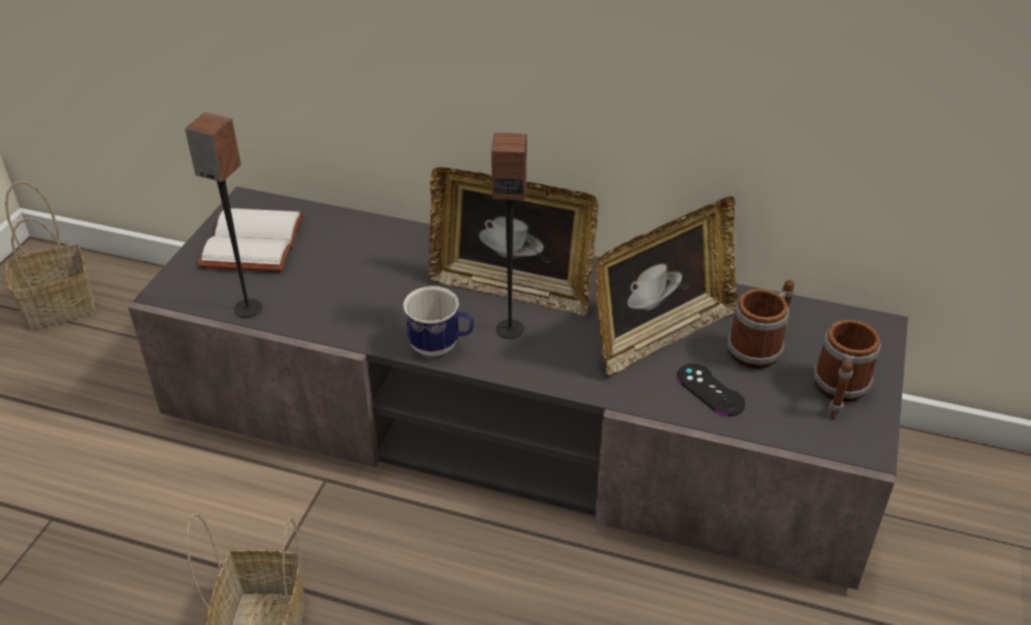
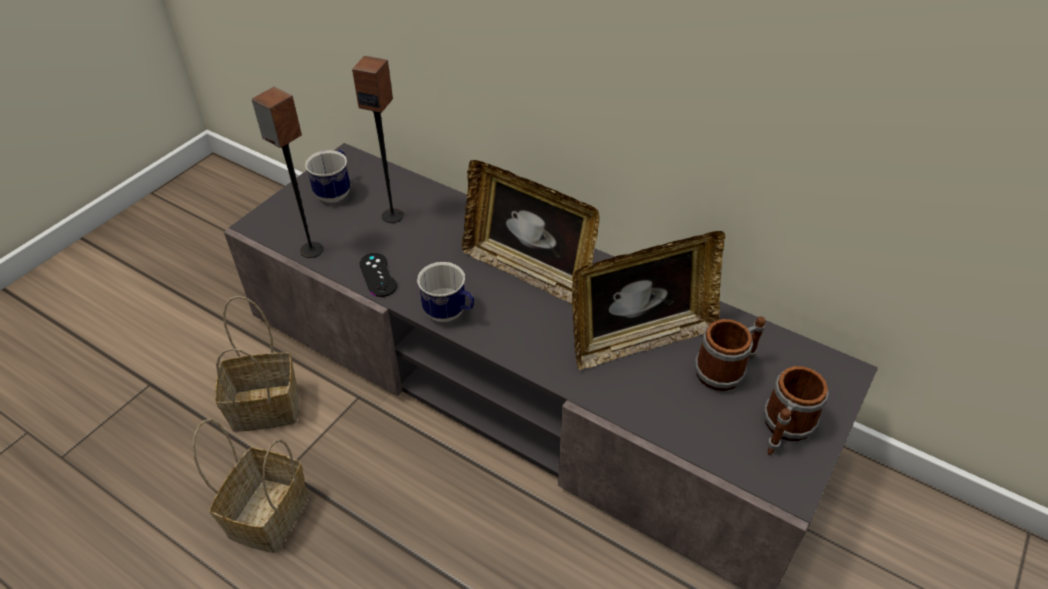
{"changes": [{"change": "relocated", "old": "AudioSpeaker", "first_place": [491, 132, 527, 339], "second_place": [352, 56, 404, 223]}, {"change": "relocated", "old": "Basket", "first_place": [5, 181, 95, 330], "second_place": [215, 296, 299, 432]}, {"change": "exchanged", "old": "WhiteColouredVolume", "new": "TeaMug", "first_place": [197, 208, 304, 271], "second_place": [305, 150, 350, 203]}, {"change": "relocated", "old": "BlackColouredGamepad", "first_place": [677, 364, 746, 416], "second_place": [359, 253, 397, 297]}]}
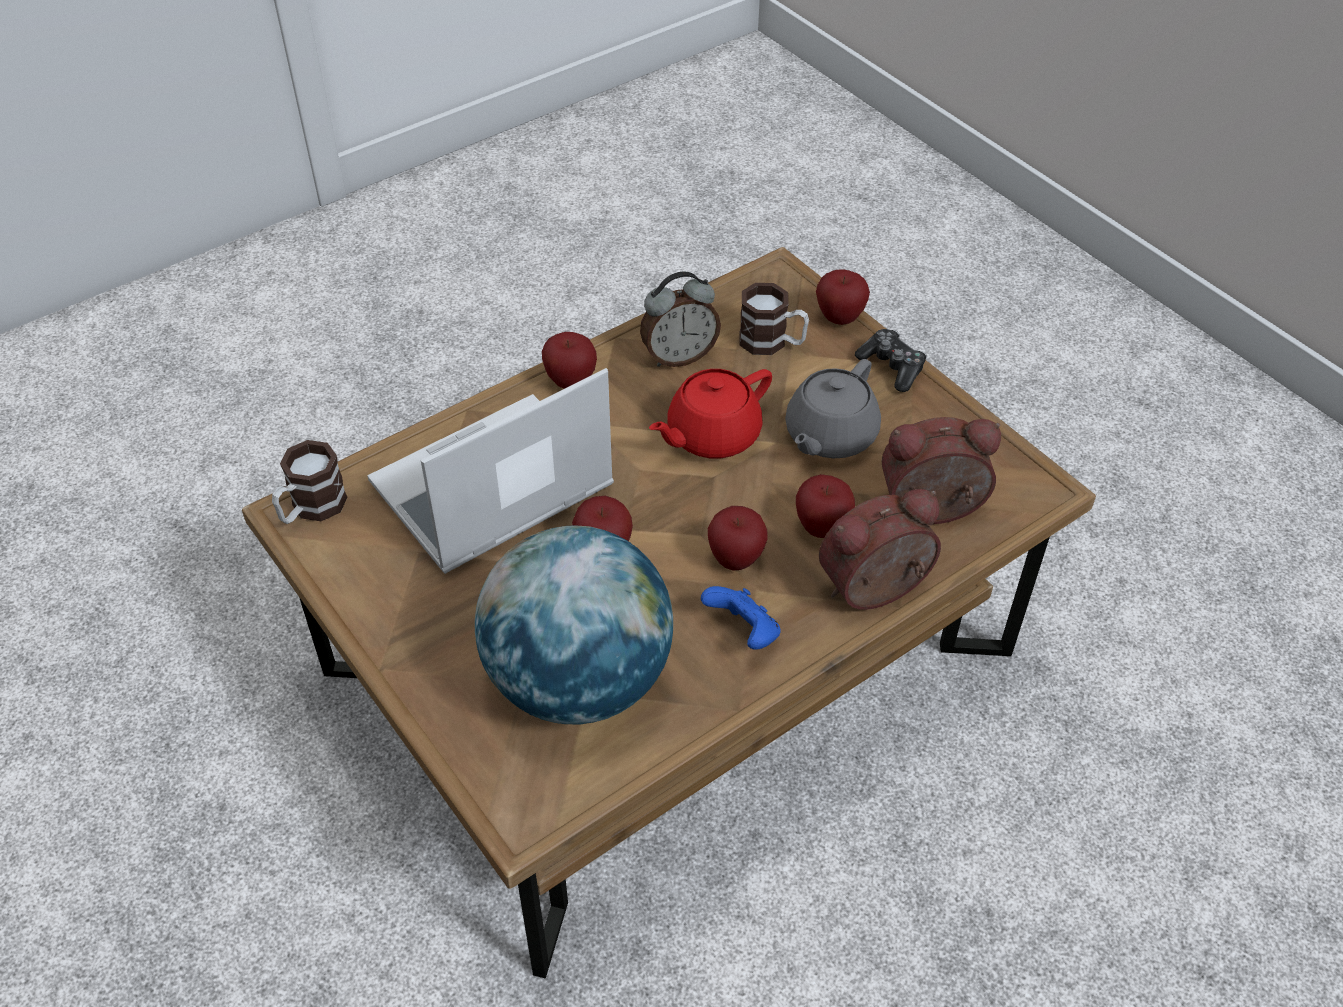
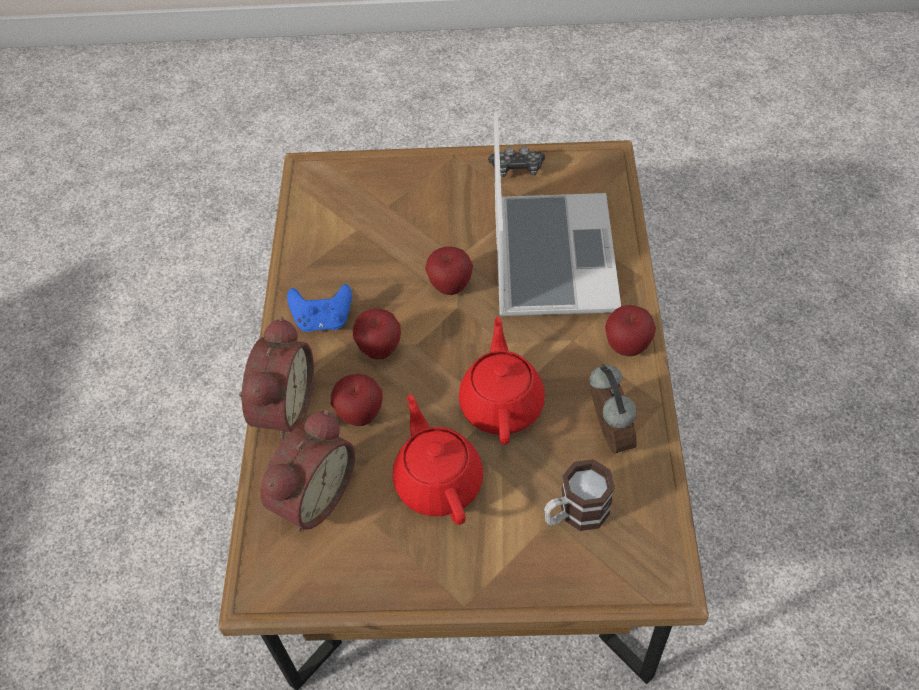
{"changes": [{"change": "missing", "old": "WholeApple", "first_place": [816, 269, 870, 325]}, {"change": "spun", "old": "TableClock", "first_place": [640, 272, 721, 367], "second_place": [589, 364, 637, 454], "degrees": 150}, {"change": "relocated", "old": "Gamepad", "first_place": [855, 329, 927, 392], "second_place": [488, 146, 545, 177]}, {"change": "colour", "old": "GreyishTeapot", "new": "RedColouredTeapot", "first_place": [785, 359, 881, 458], "second_place": [393, 394, 483, 525]}, {"change": "missing", "old": "TeaMug", "first_place": [272, 440, 347, 524]}, {"change": "missing", "old": "DeskGlobe", "first_place": [475, 525, 673, 724]}]}
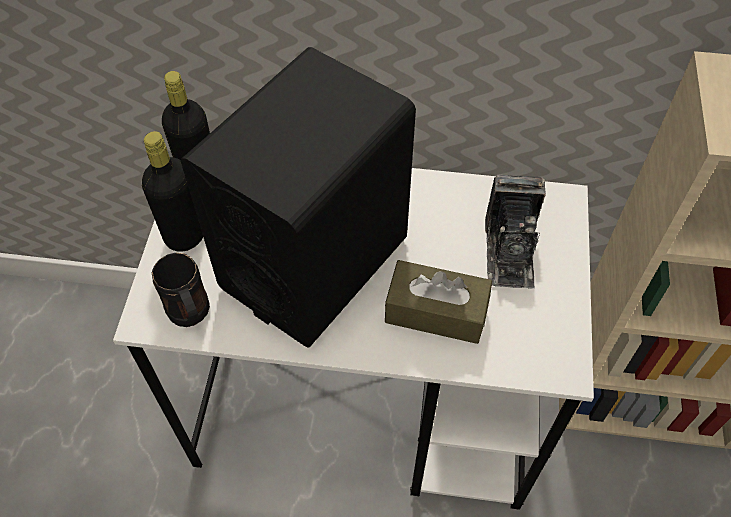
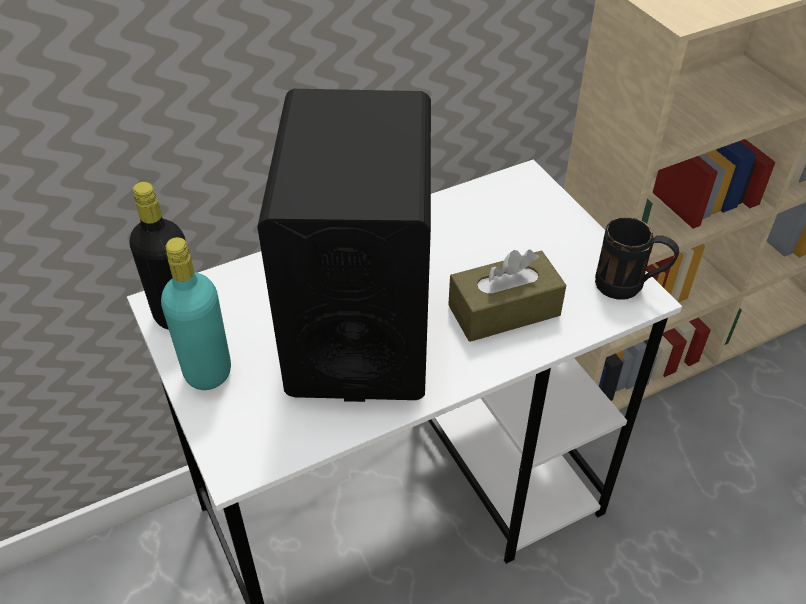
{"changes": [{"change": "colour", "old": "BlackColouredDrinkBottle", "new": "TurquoiseColouredDrinkBottle", "first_place": [142, 131, 203, 252], "second_place": [161, 237, 231, 390]}, {"change": "missing", "old": "PhotoCamera", "first_place": [485, 175, 546, 289]}, {"change": "relocated", "old": "BlackColouredTeaMug", "first_place": [151, 253, 210, 327], "second_place": [595, 217, 679, 300]}]}
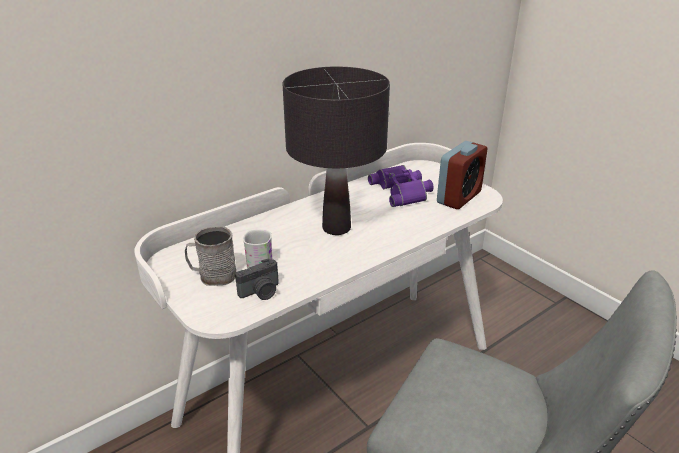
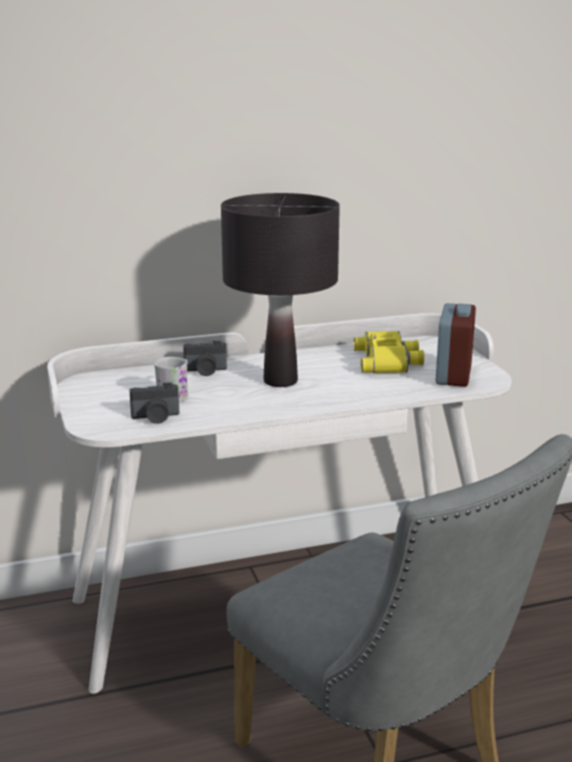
{"changes": [{"change": "spun", "old": "TableClock", "first_place": [437, 141, 488, 209], "second_place": [436, 303, 476, 387], "degrees": -45}, {"change": "colour", "old": "PurpleColouredFieldGlasses", "new": "YellowishFieldGlasses", "first_place": [368, 165, 434, 207], "second_place": [354, 331, 424, 373]}, {"change": "missing", "old": "GreyishTeaMug", "first_place": [185, 226, 236, 286]}, {"change": "appeared", "new": "PhotoCamera", "second_place": [183, 341, 227, 376]}]}
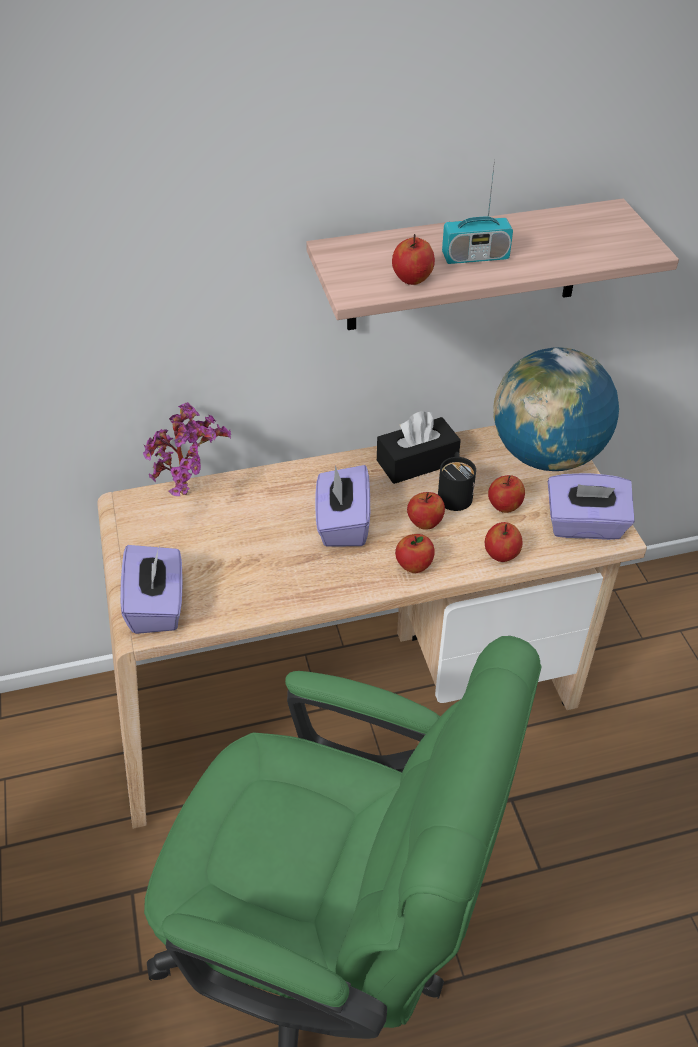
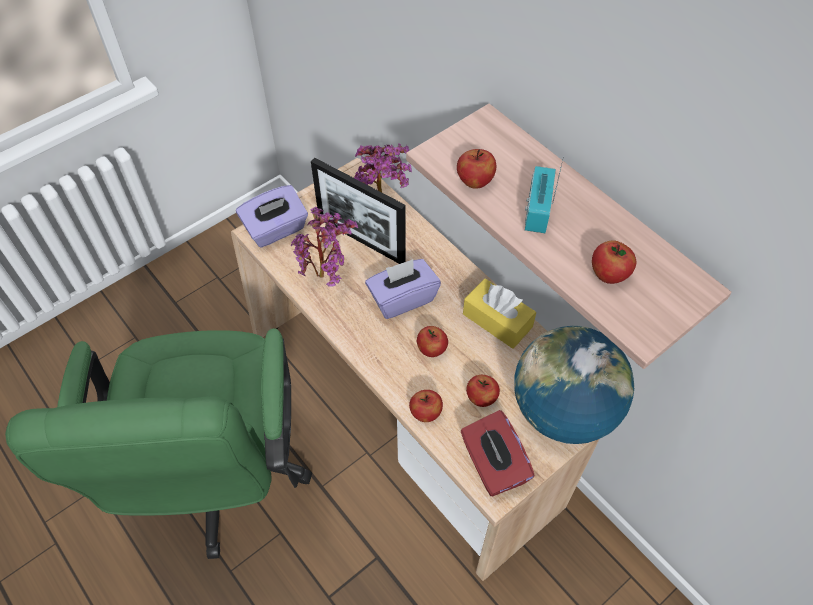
{"changes": [{"change": "spun", "old": "Radio", "first_place": [442, 158, 513, 264], "second_place": [525, 160, 563, 233], "degrees": 45}, {"change": "colour", "old": "BlackColouredBoxOfTissues", "new": "YellowishBoxOfTissues", "first_place": [377, 411, 461, 484], "second_place": [463, 278, 536, 349]}, {"change": "missing", "old": "BlackColouredTeaMug", "first_place": [438, 452, 476, 511]}, {"change": "colour", "old": "PurpleColouredBoxOfTissues", "new": "RedColouredBoxOfTissues", "first_place": [548, 473, 635, 540], "second_place": [461, 410, 535, 496]}, {"change": "relocated", "old": "WholeApple", "first_place": [395, 534, 435, 573], "second_place": [592, 240, 636, 284]}, {"change": "appeared", "new": "PhotoFrame", "second_place": [311, 158, 406, 264]}, {"change": "appeared", "new": "PottedPlant", "second_place": [291, 207, 358, 287]}]}
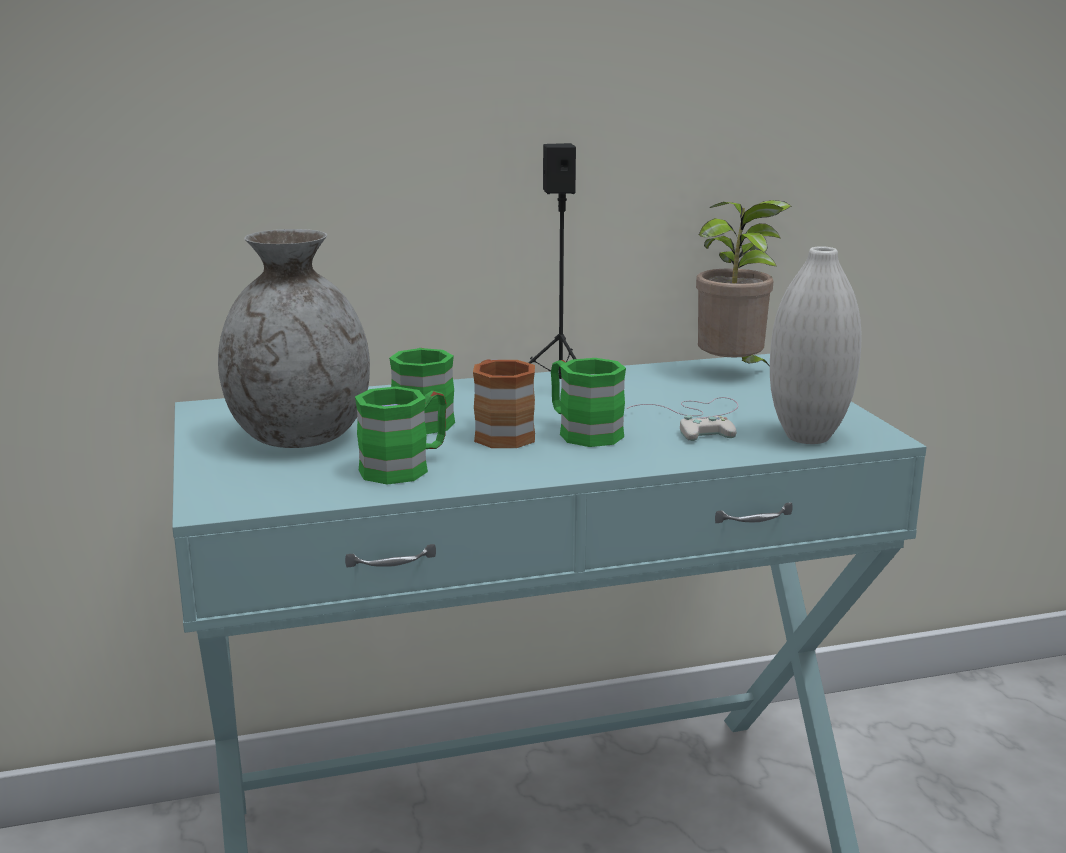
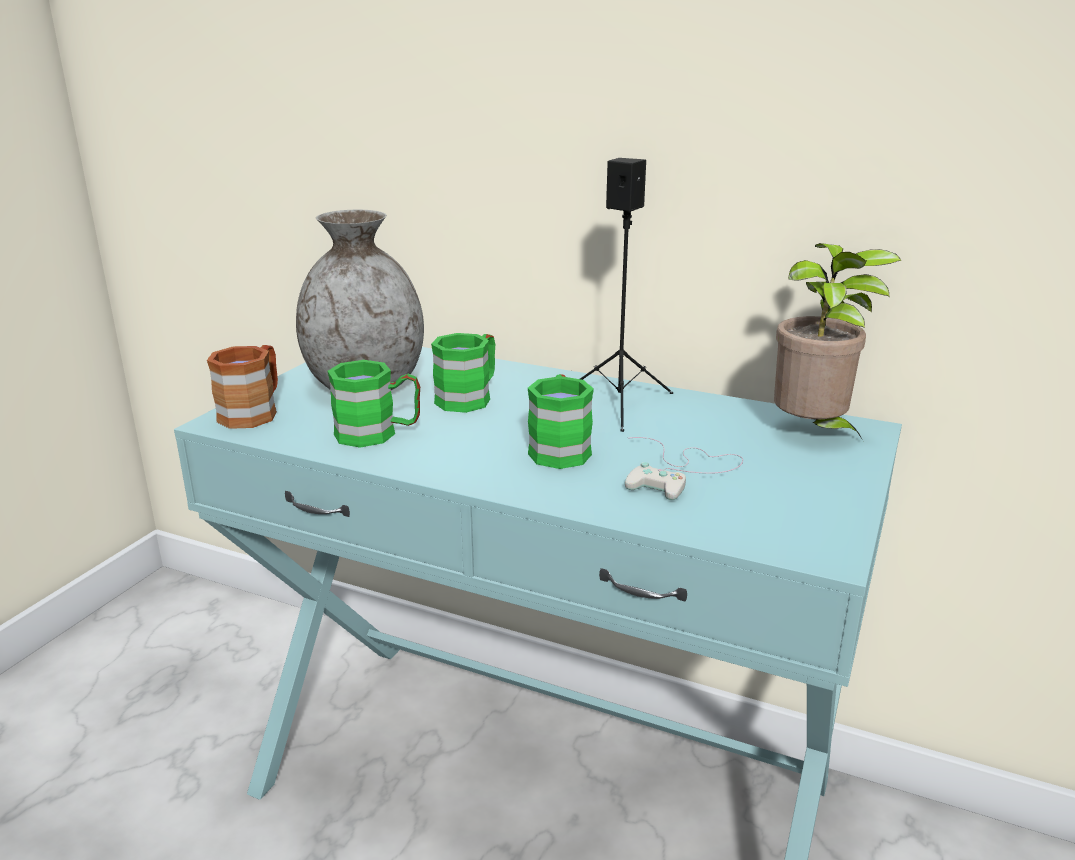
{"changes": [{"change": "missing", "old": "WhiteColouredFlowerVase", "first_place": [770, 246, 862, 444]}, {"change": "relocated", "old": "BrownTeaMug", "first_place": [473, 359, 535, 448], "second_place": [207, 345, 278, 429]}]}
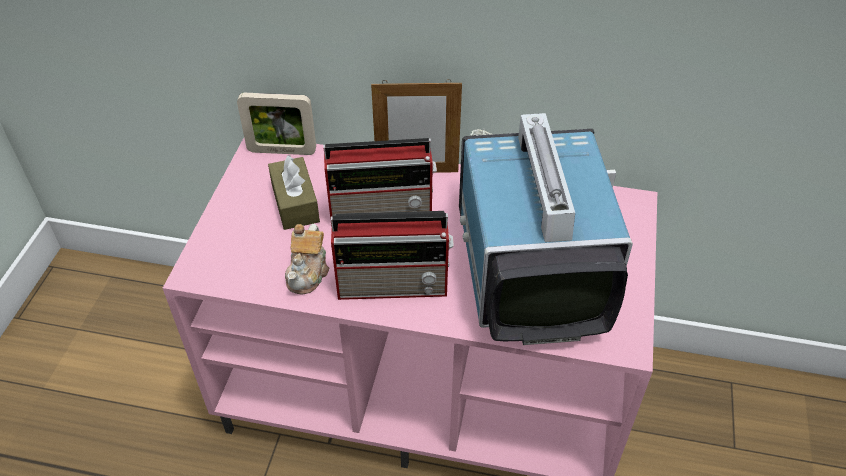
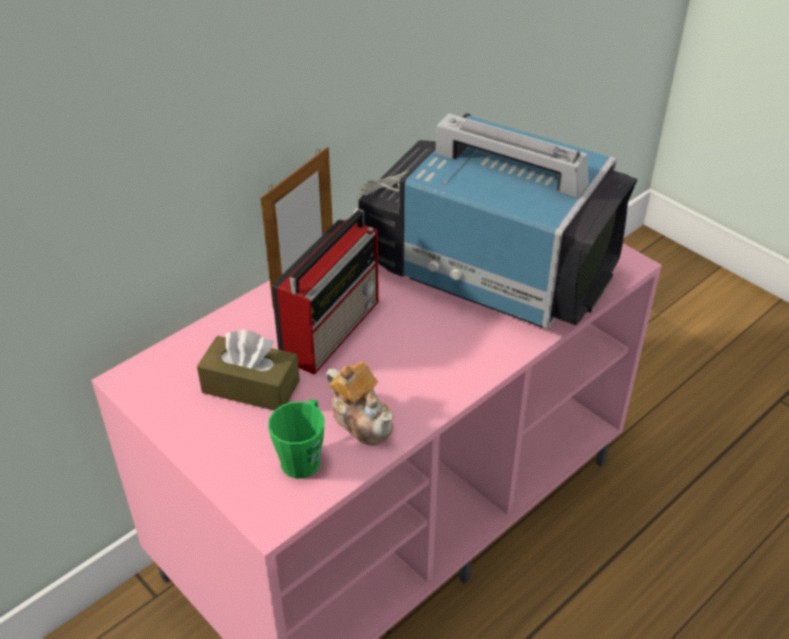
{"changes": [{"change": "missing", "old": "PhotoFrame", "first_place": [237, 93, 316, 155]}, {"change": "missing", "old": "Radio", "first_place": [331, 211, 454, 300]}, {"change": "appeared", "new": "GreenColouredTeaMug", "second_place": [268, 399, 324, 479]}]}
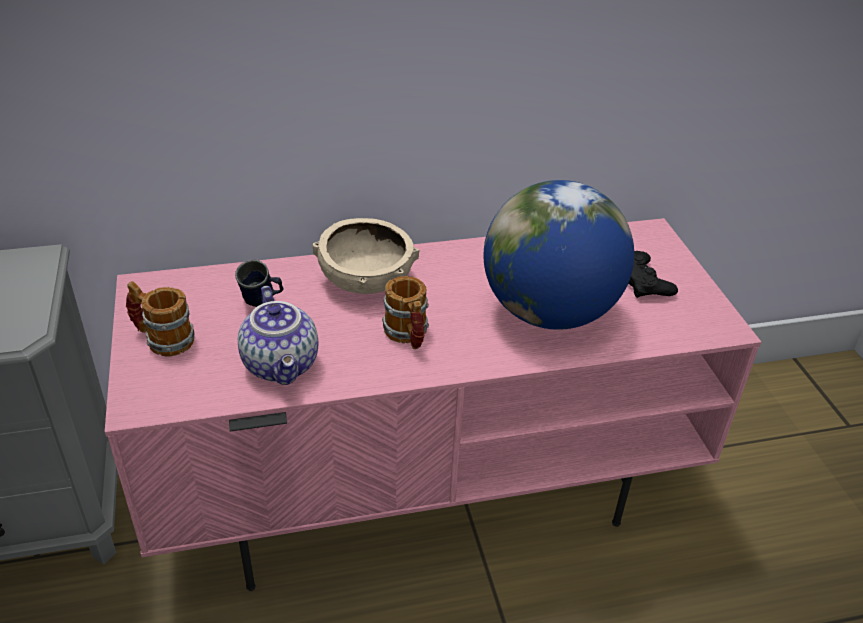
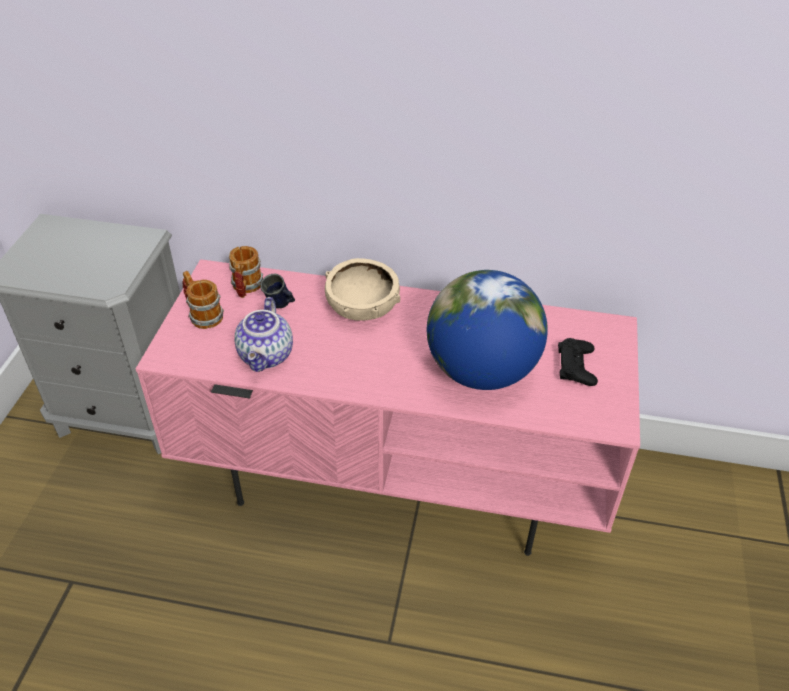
{"changes": [{"change": "relocated", "old": "TeaMug", "first_place": [382, 276, 429, 349], "second_place": [229, 246, 263, 298]}]}
